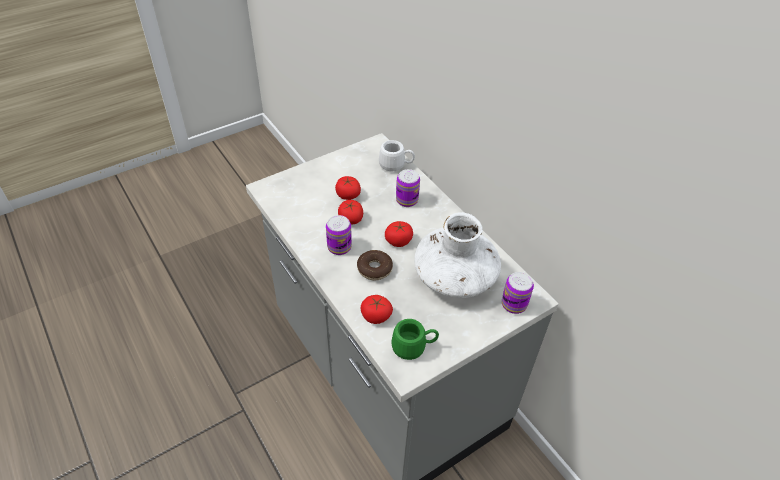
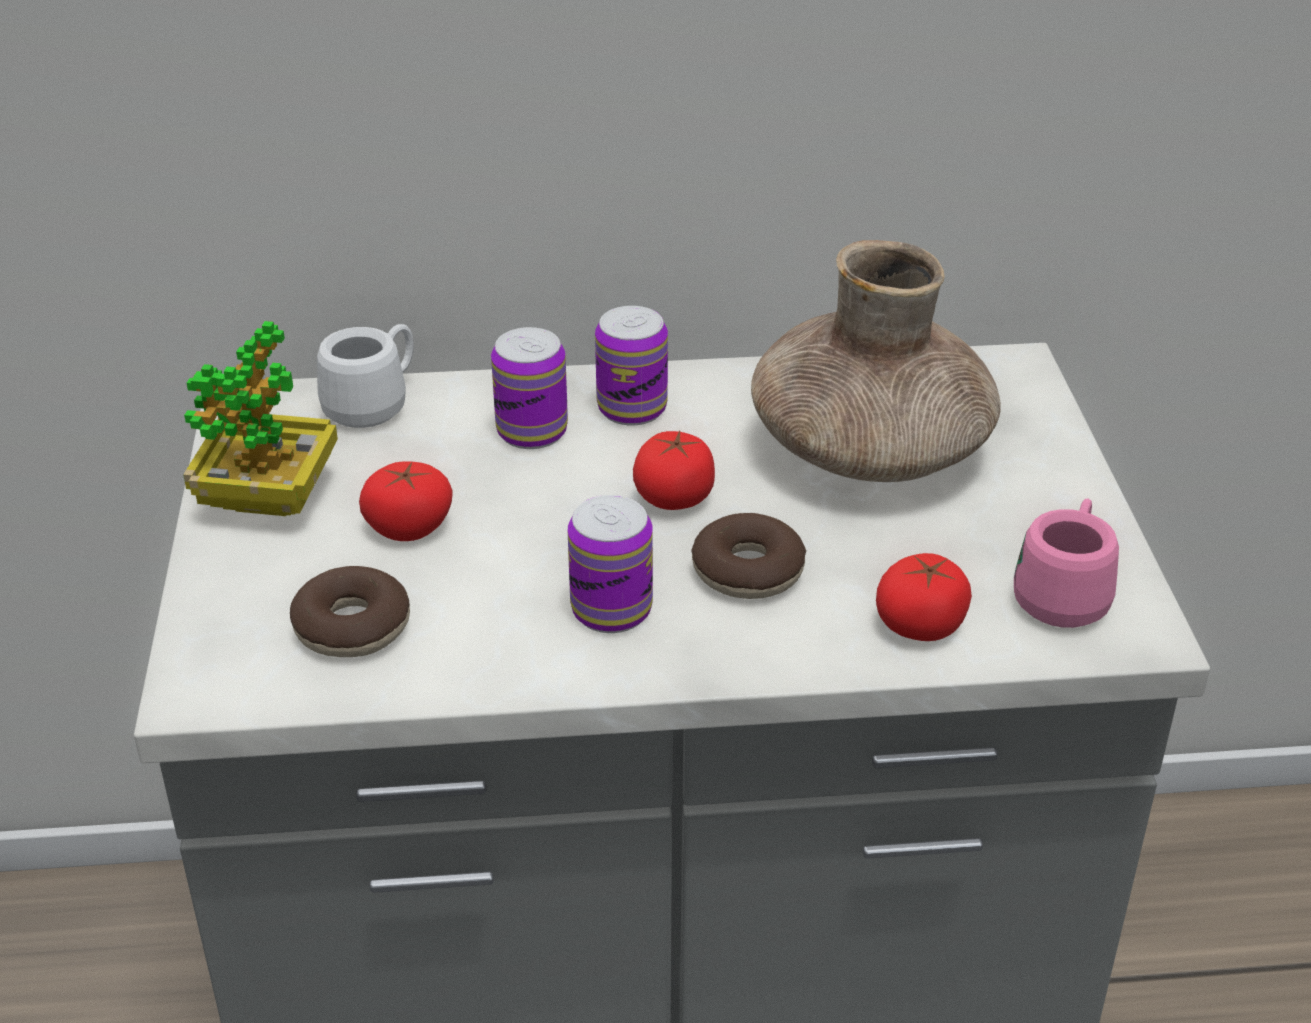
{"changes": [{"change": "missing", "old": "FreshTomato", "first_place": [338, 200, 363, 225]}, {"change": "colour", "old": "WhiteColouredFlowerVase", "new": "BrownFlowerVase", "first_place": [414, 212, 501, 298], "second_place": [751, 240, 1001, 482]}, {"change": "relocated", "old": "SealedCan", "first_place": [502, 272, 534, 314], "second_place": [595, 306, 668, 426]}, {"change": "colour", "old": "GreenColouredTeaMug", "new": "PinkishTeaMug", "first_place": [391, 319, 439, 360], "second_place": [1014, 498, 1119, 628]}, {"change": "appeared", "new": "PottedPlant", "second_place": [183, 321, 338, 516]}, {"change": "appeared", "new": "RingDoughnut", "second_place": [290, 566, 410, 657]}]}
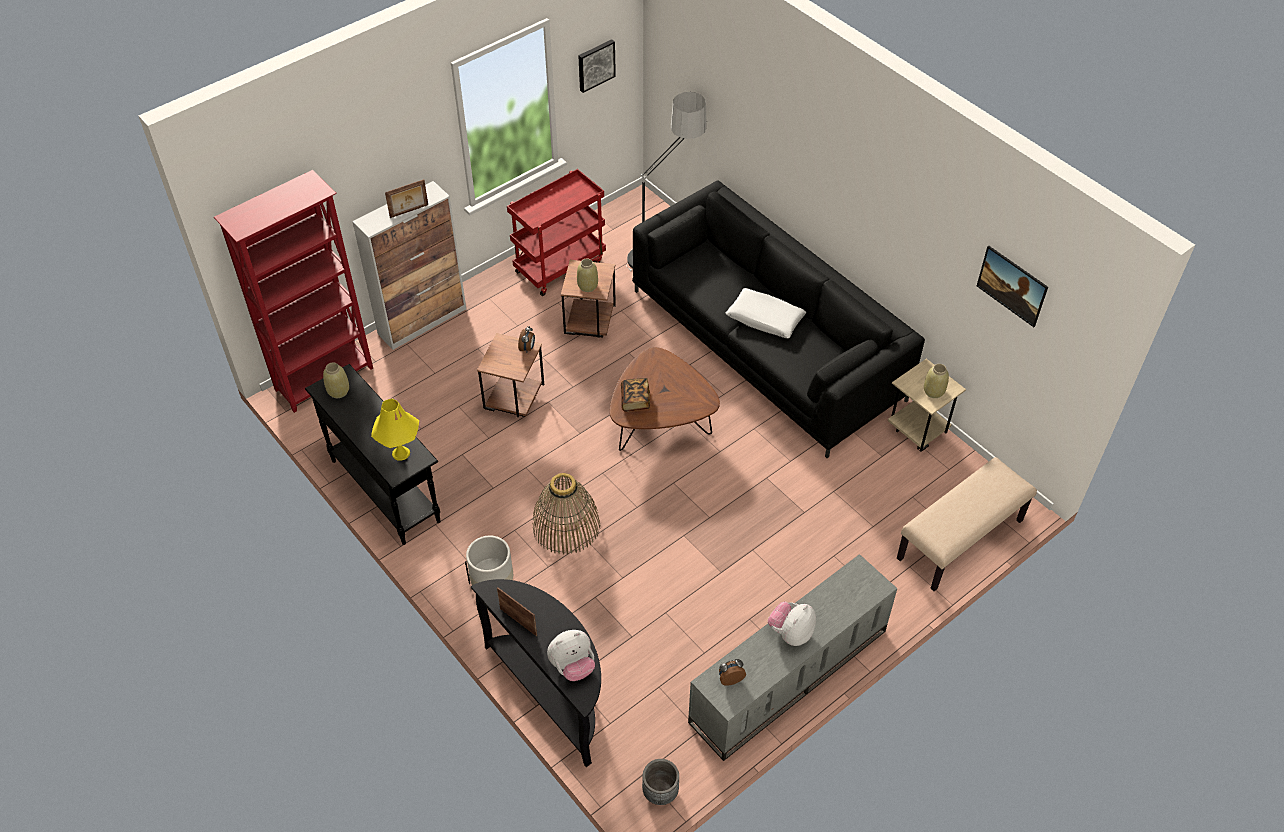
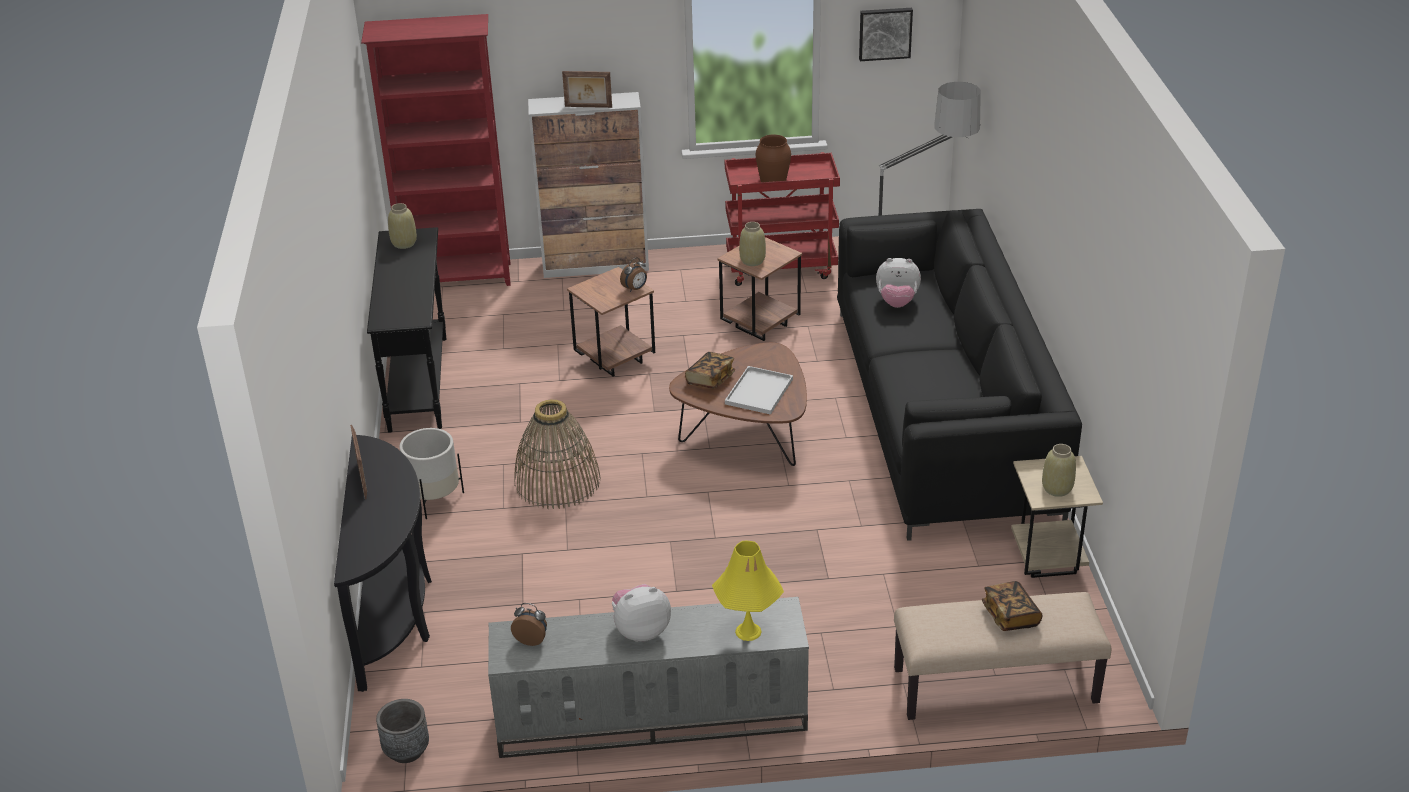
{"changes": [{"change": "missing", "old": "WallPicture", "first_place": [977, 246, 1048, 327]}, {"change": "missing", "old": "WhiteColouredThrowPillow", "first_place": [725, 288, 806, 338]}, {"change": "relocated", "old": "YellowishTableLamp", "first_place": [371, 399, 419, 461], "second_place": [712, 541, 784, 641]}, {"change": "relocated", "old": "CuddlyToy", "first_place": [547, 630, 595, 681], "second_place": [876, 258, 921, 308]}, {"change": "appeared", "new": "BrownFlowerVase", "second_place": [756, 135, 791, 182]}, {"change": "appeared", "new": "WhiteColouredCarryingTray", "second_place": [725, 366, 793, 415]}, {"change": "appeared", "new": "Volume", "second_place": [982, 581, 1043, 631]}]}
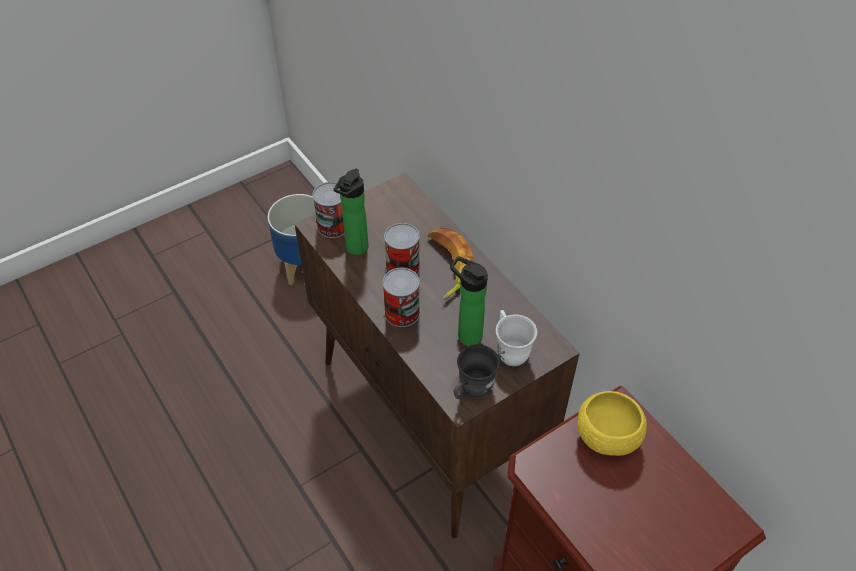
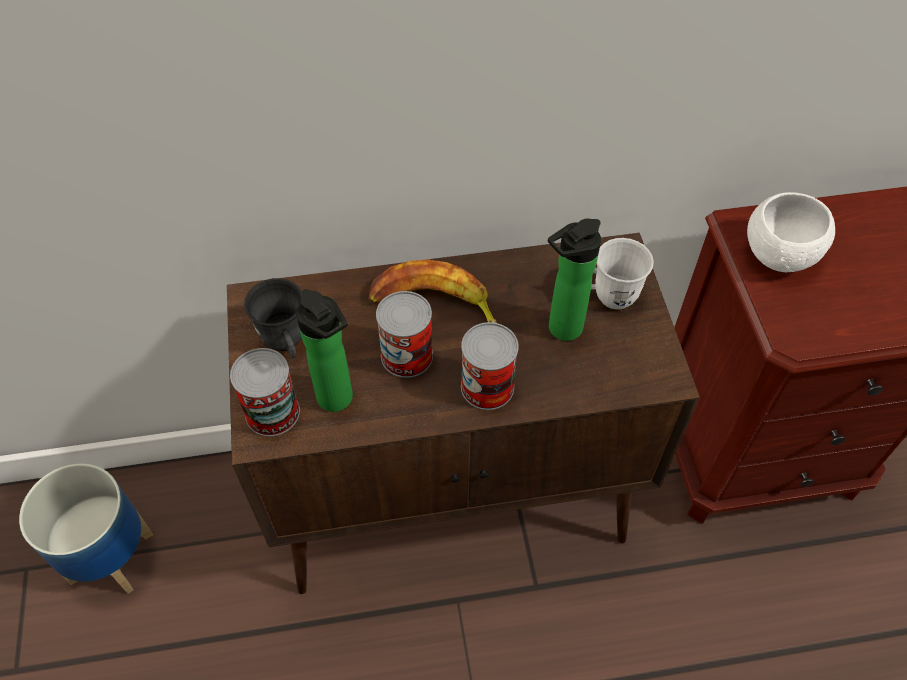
{"changes": [{"change": "relocated", "old": "GreyishTeaMug", "first_place": [454, 344, 500, 399], "second_place": [244, 278, 302, 358]}, {"change": "colour", "old": "YellowishDeepDish", "new": "WhiteColouredDeepDish", "first_place": [577, 391, 647, 456], "second_place": [747, 192, 835, 272]}]}
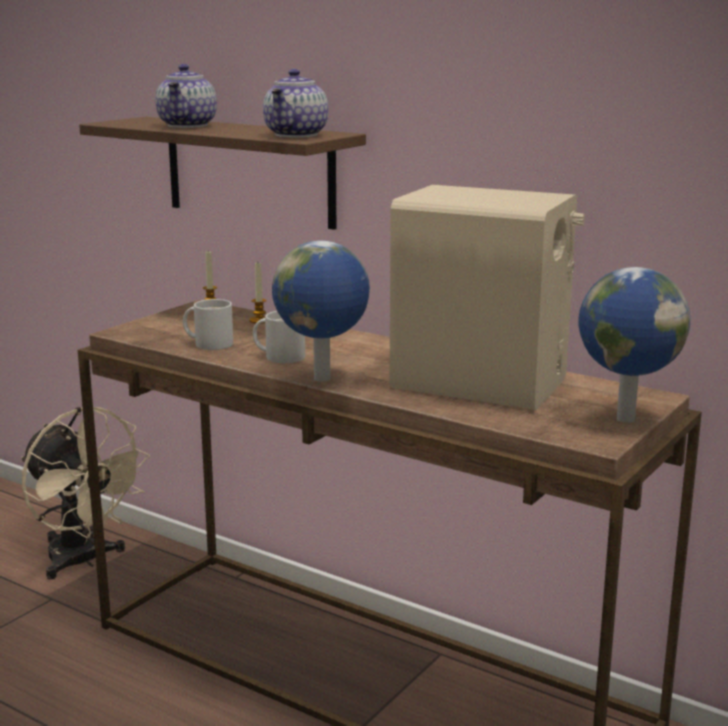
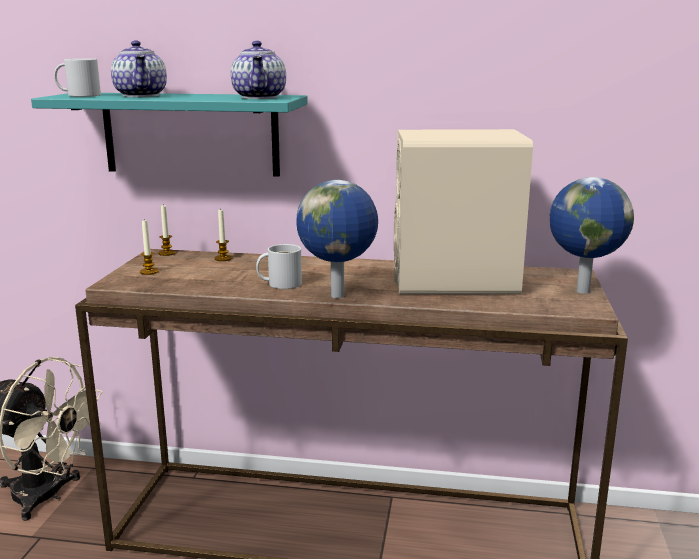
{"changes": [{"change": "colour", "old": "BrownShelf", "new": "TurquoiseColouredShelf", "first_place": [79, 117, 366, 230], "second_place": [31, 93, 308, 177]}, {"change": "relocated", "old": "WhiteColouredTeaMug", "first_place": [183, 299, 233, 350], "second_place": [54, 59, 101, 97]}, {"change": "appeared", "new": "WaxLight", "second_place": [140, 218, 159, 275]}]}
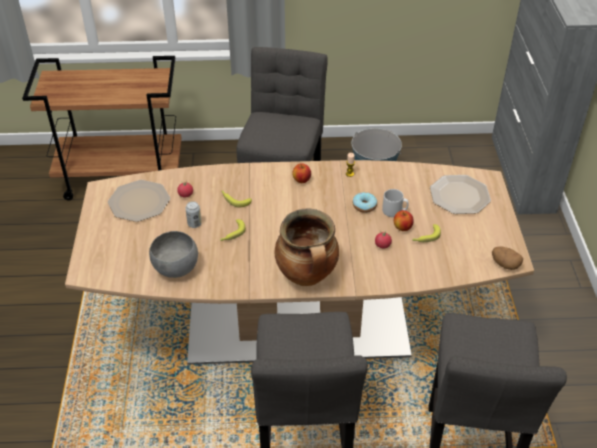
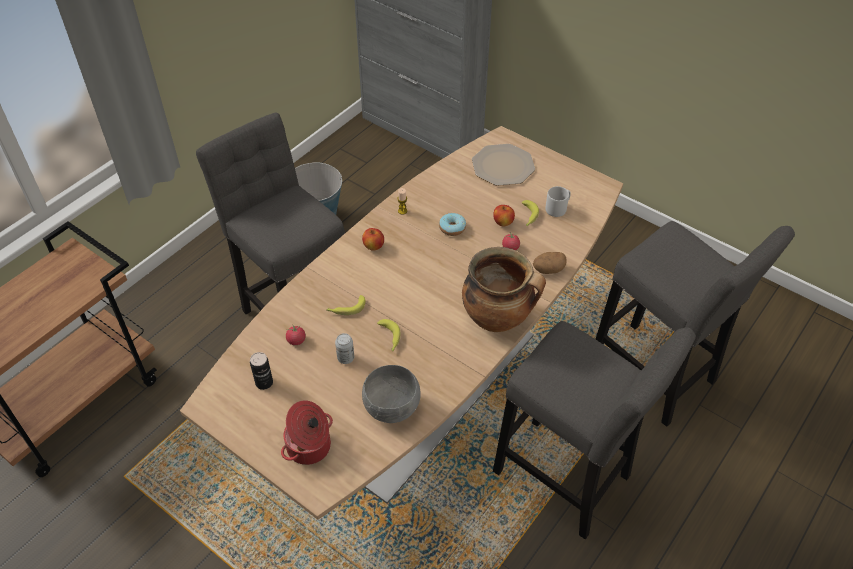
{"changes": [{"change": "exchanged", "old": "FlatDish", "new": "SealedCan", "first_place": [108, 180, 170, 222], "second_place": [250, 352, 273, 390]}, {"change": "relocated", "old": "GreyishTeaMug", "first_place": [382, 189, 409, 217], "second_place": [545, 186, 571, 217]}, {"change": "relocated", "old": "Spud", "first_place": [492, 246, 523, 270], "second_place": [533, 252, 566, 274]}, {"change": "appeared", "new": "Stockpot", "second_place": [281, 400, 333, 465]}]}
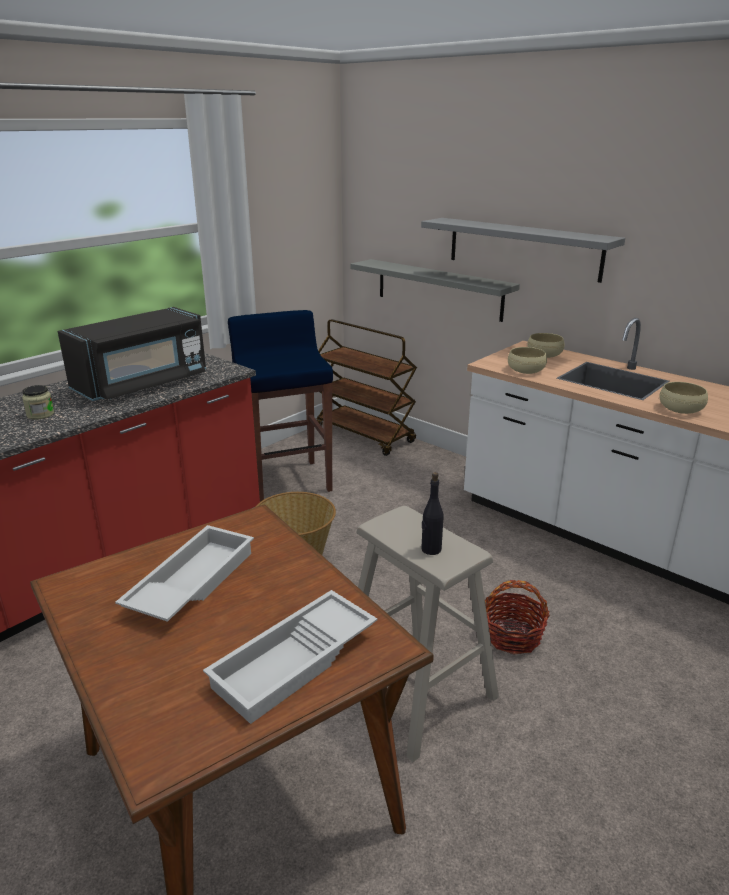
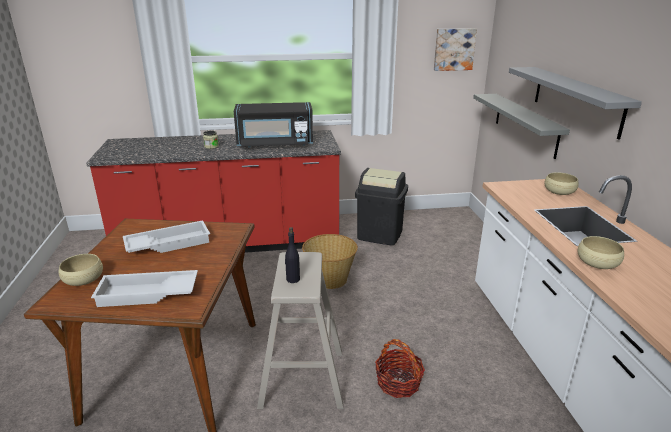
{"changes": [{"change": "exchanged", "old": "BlueStool", "new": "BlackColouredRubbishBin", "first_place": [228, 310, 333, 502], "second_place": [355, 168, 408, 246]}, {"change": "missing", "old": "BrownWheeledCart", "first_place": [317, 319, 417, 456]}, {"change": "relocated", "old": "BeigeColouredDeepDish", "first_place": [508, 347, 547, 374], "second_place": [59, 254, 103, 286]}, {"change": "appeared", "new": "WallPicture", "second_place": [434, 28, 477, 71]}]}
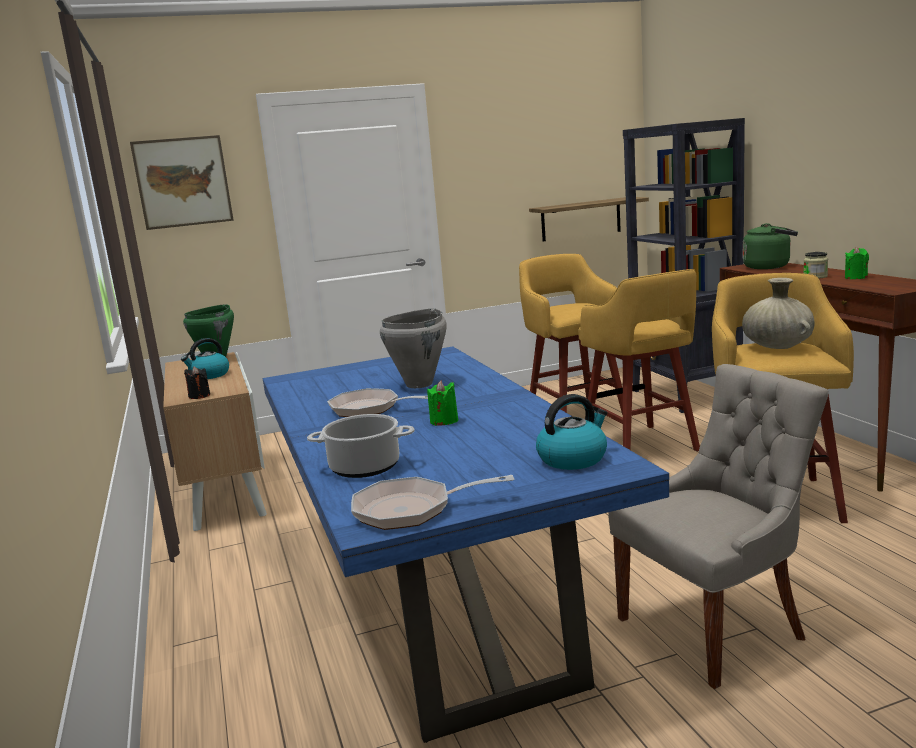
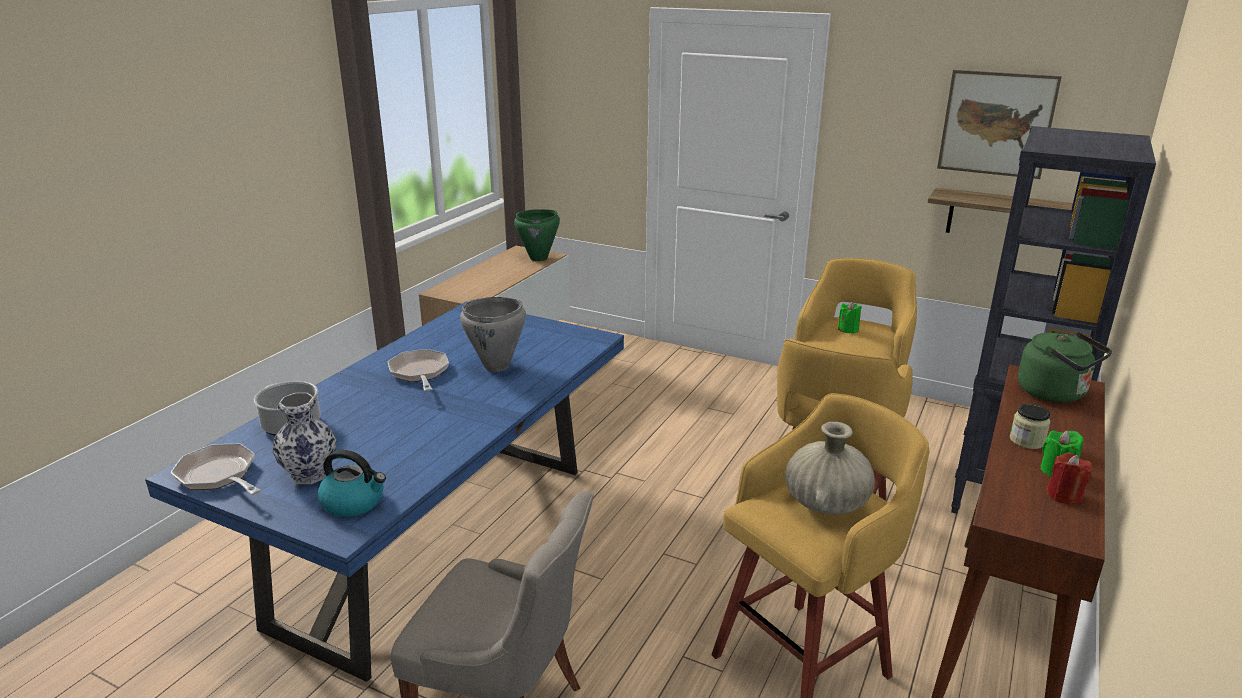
{"changes": [{"change": "relocated", "old": "WallPicture", "first_place": [130, 135, 234, 230], "second_place": [937, 70, 1062, 179]}, {"change": "missing", "old": "Kettle", "first_place": [181, 338, 229, 379]}, {"change": "missing", "old": "BlackColouredWaxLight", "first_place": [184, 366, 210, 399]}, {"change": "relocated", "old": "GreenColouredWaxLight", "first_place": [427, 381, 458, 426], "second_place": [838, 302, 862, 334]}, {"change": "appeared", "new": "FlowerVase", "second_place": [272, 393, 336, 484]}, {"change": "appeared", "new": "RedColouredWaxLight", "second_place": [1047, 452, 1092, 505]}]}
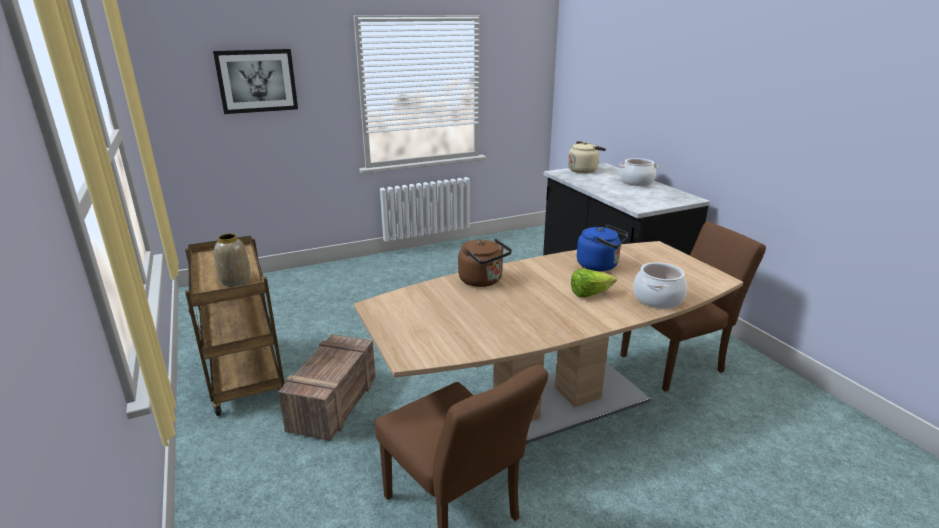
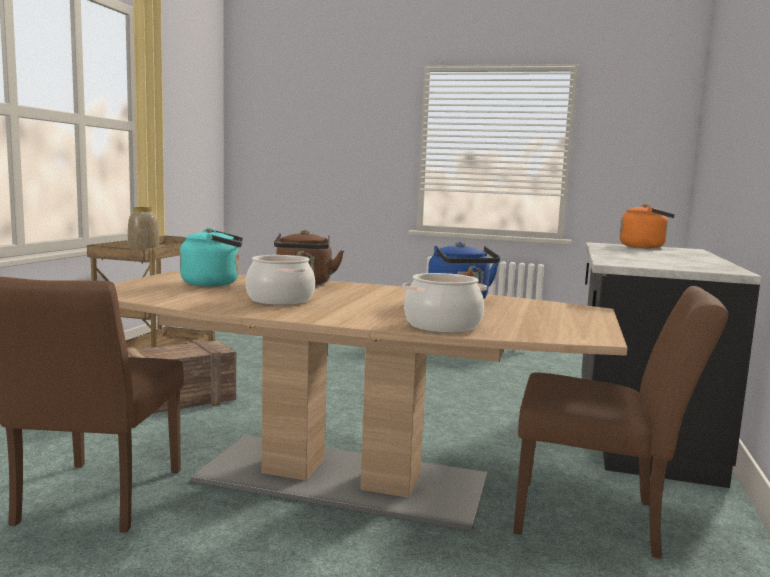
{"changes": [{"change": "missing", "old": "WallPicture", "first_place": [213, 49, 298, 114]}, {"change": "colour", "old": "BeigeColouredKettle", "new": "OrangeKettle", "first_place": [568, 141, 606, 173], "second_place": [619, 204, 675, 248]}, {"change": "relocated", "old": "Stockpot", "first_place": [620, 158, 658, 186], "second_place": [246, 255, 315, 305]}, {"change": "missing", "old": "HeadOfLettuce", "first_place": [571, 269, 617, 297]}, {"change": "appeared", "new": "TurquoiseColouredKettle", "second_place": [180, 228, 243, 286]}]}
